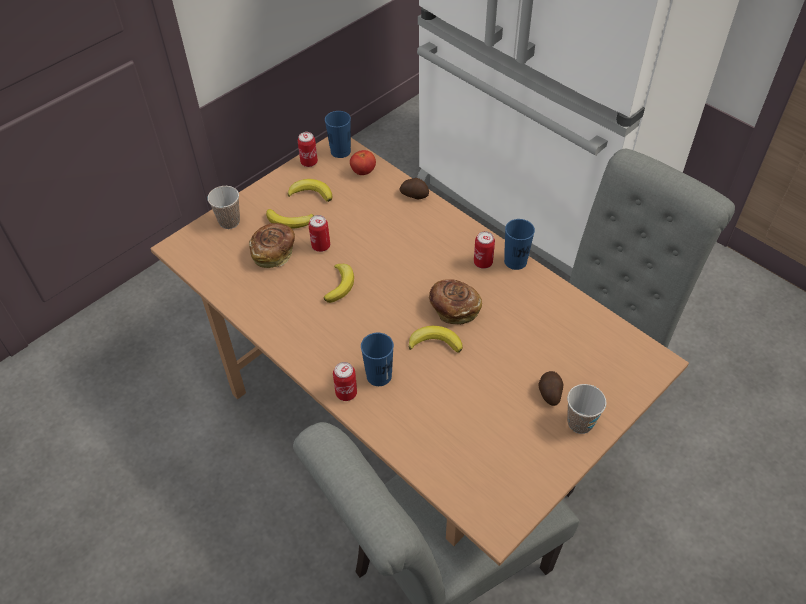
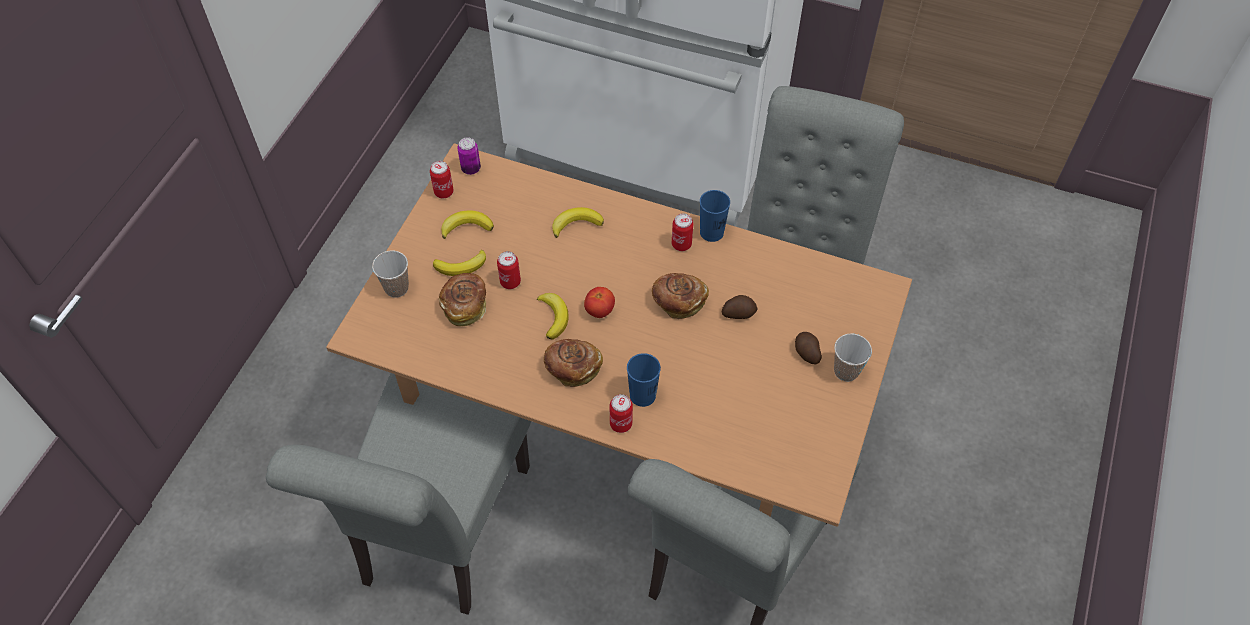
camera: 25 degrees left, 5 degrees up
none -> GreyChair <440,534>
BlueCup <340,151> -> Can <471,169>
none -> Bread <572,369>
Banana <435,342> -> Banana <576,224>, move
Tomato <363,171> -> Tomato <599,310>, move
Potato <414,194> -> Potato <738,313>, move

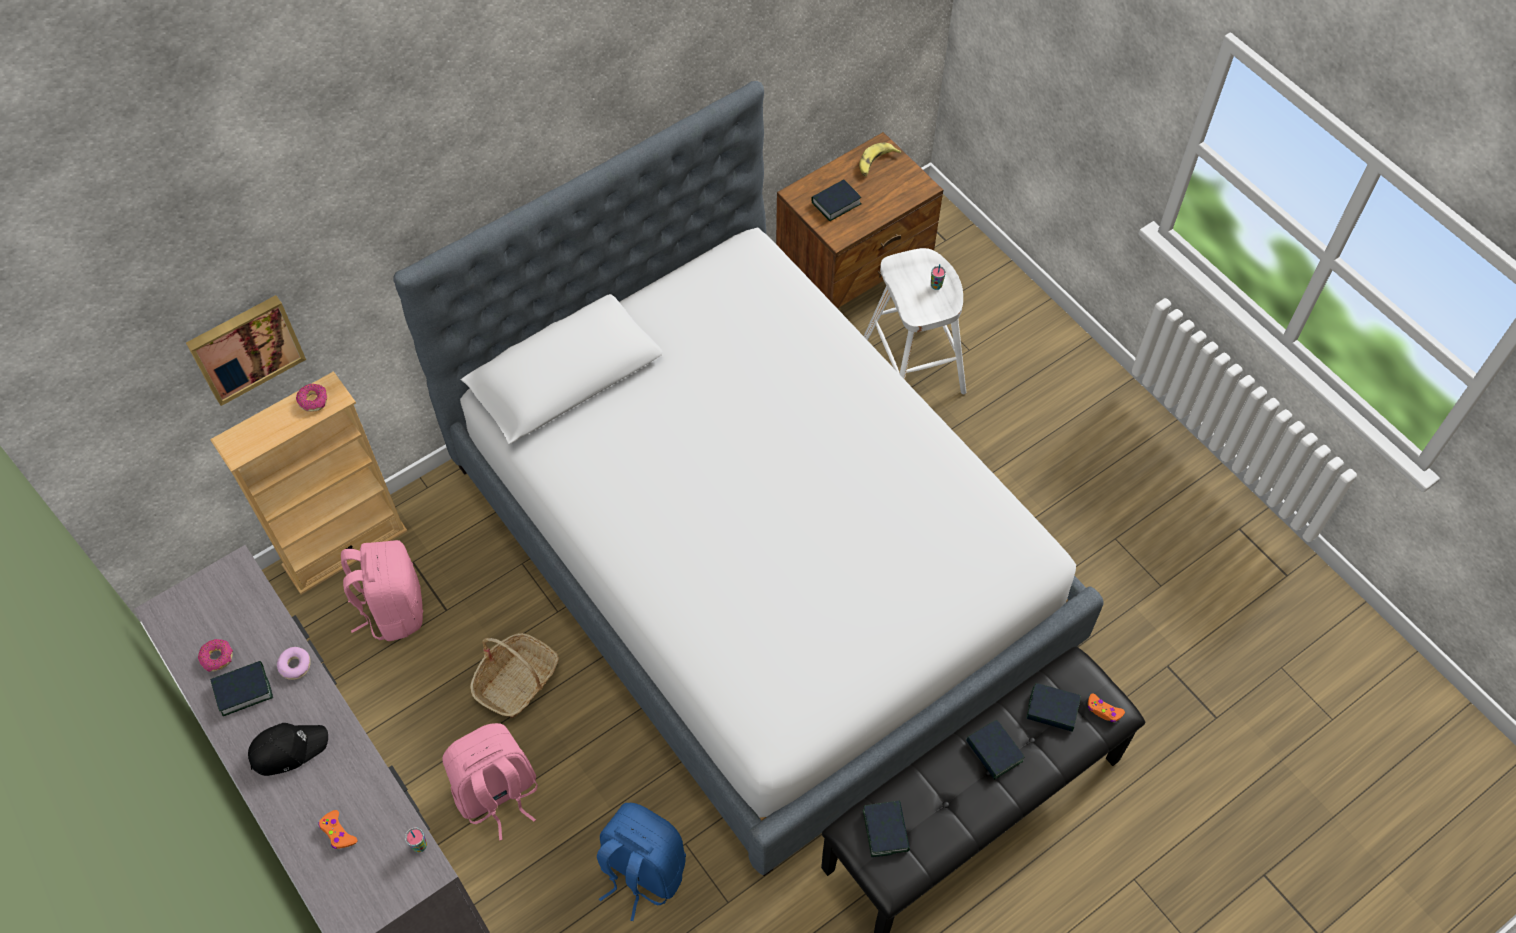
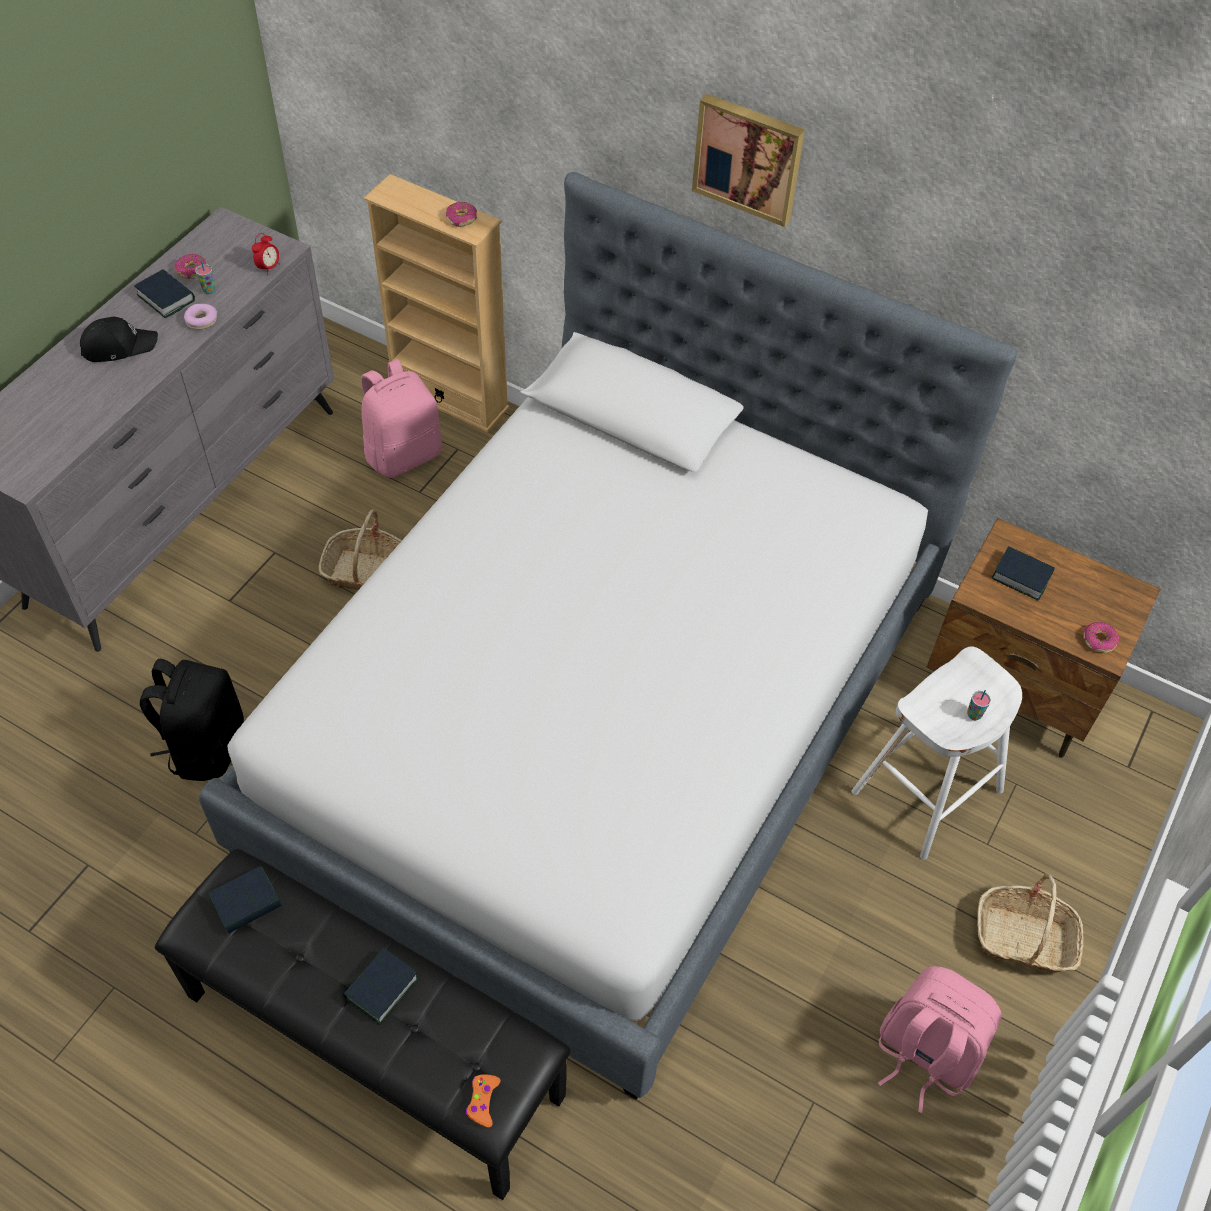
camera: 65 degrees right, 5 degrees down
BlackCap <288,749> -> BlackCap <118,346>, 60 degrees counterclockwise
BlueBackpack <641,871> -> BlackBackpack <206,746>
Cup <420,845> -> Cup <209,290>, move
none -> AlarmClock <268,267>
Picture <245,347> -> Picture <749,157>, move
PinkBackpack <497,794> -> PinkBackpack <924,1054>, move
none -> Basket <1024,938>
none -> Donut <1098,640>
OrangeGameController <338,833> -> none
Banana <876,163> -> none
Book <1052,710> -> none

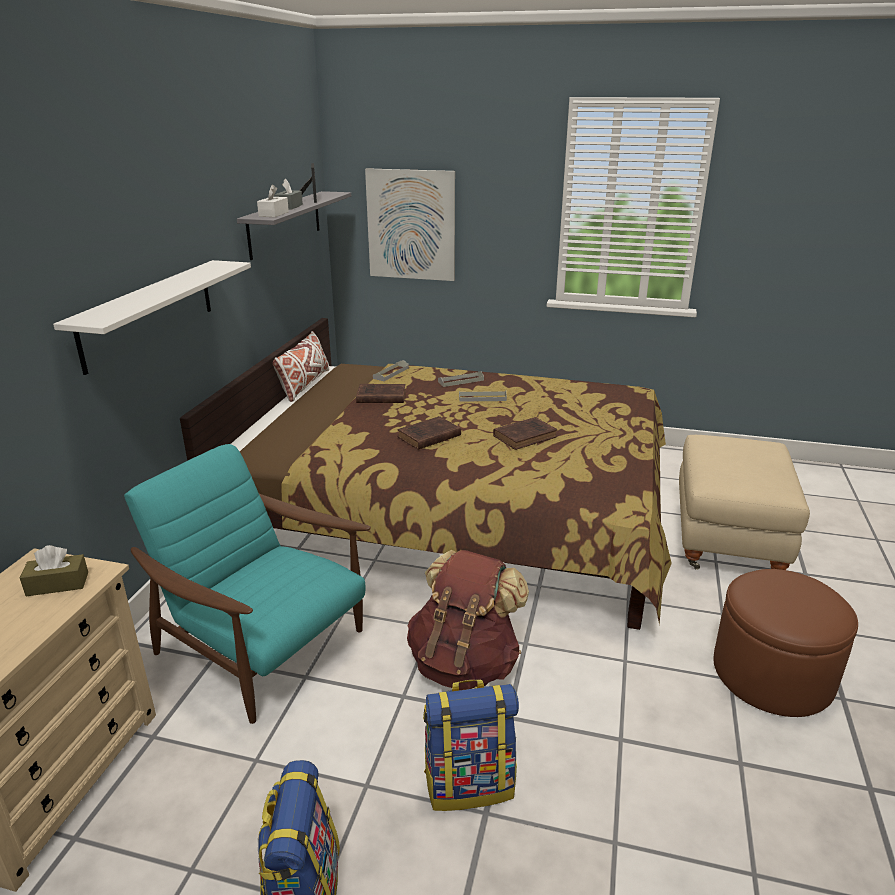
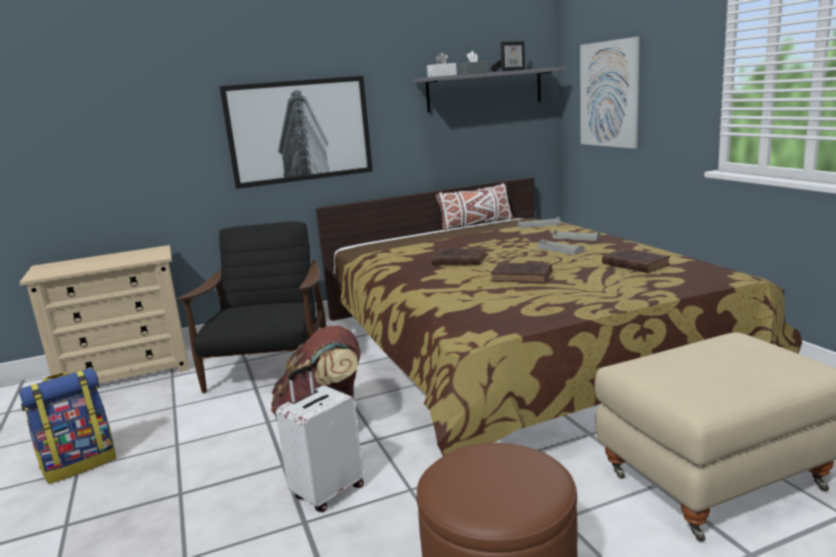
camera: 55 degrees right, 10 degrees down
TurquoiseArmchair <264,646> -> BlackArmchair <270,366>
WhiteShelf <149,313> -> Picture <300,131>
none -> WhiteSuitcase <327,492>
BrownBook <380,397> -> BrownBook <634,264>, move
BrownTissueBox <57,584> -> none
Backpack <469,783> -> none

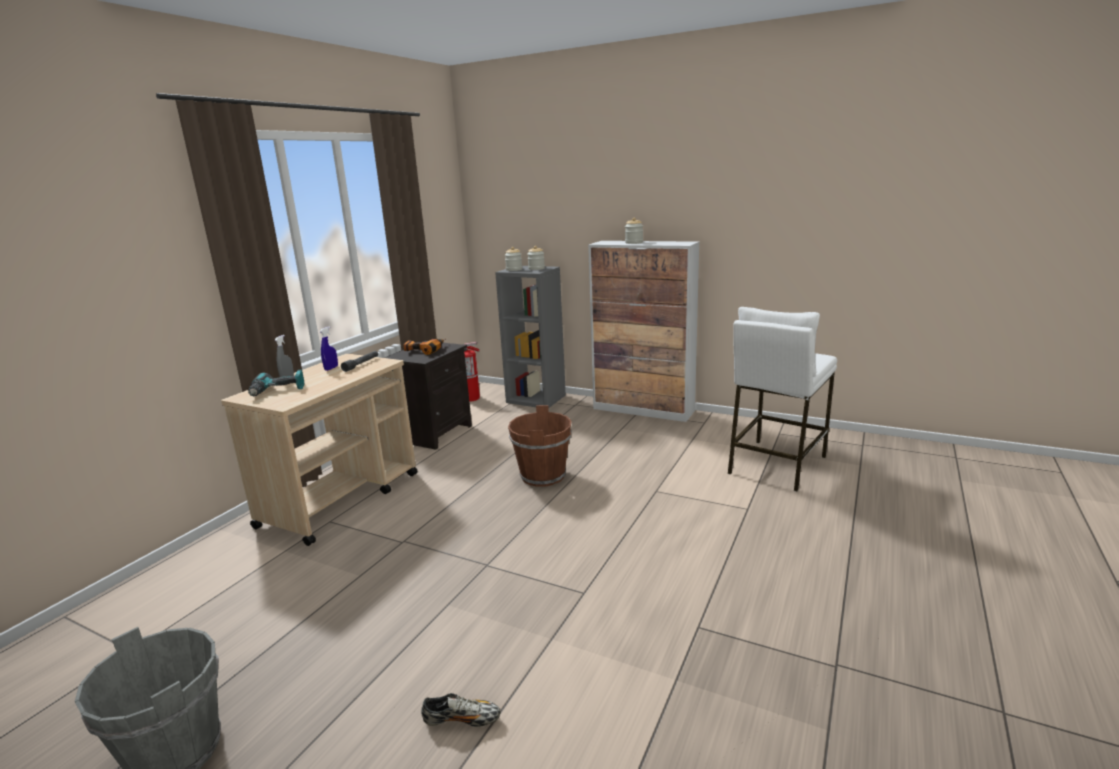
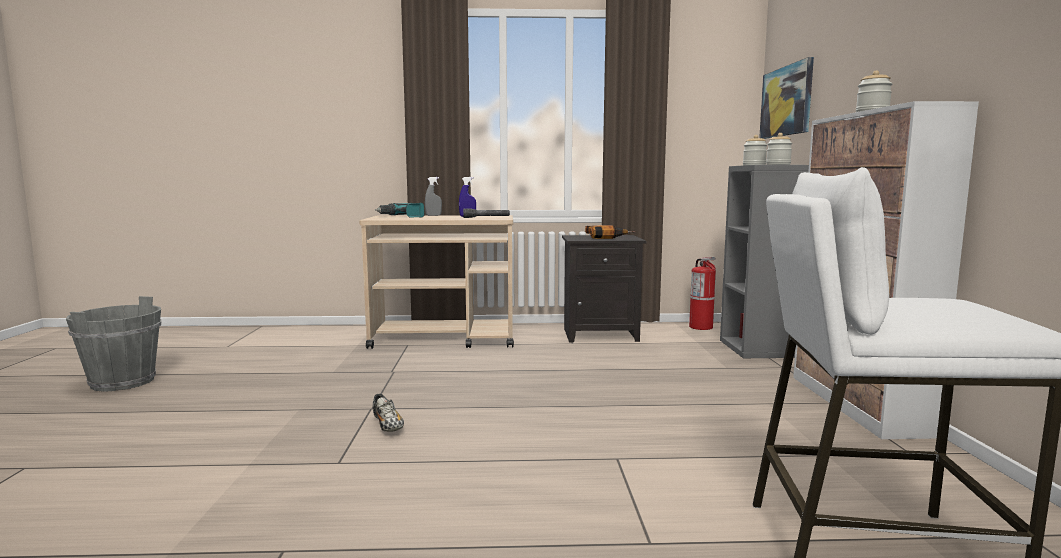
camera: 60 degrees right, 10 degrees down
Shoe <462,720> -> Shoe <388,426>, move
none -> Picture <786,101>
BrownBucket <543,476> -> none

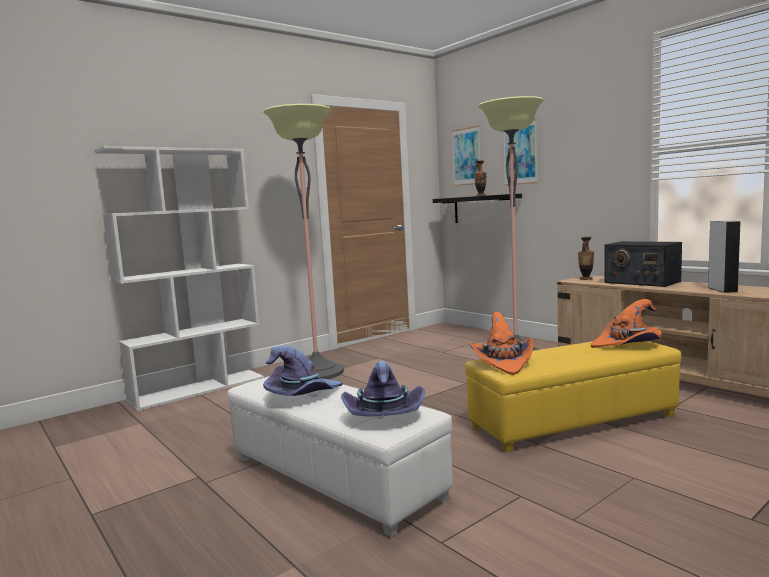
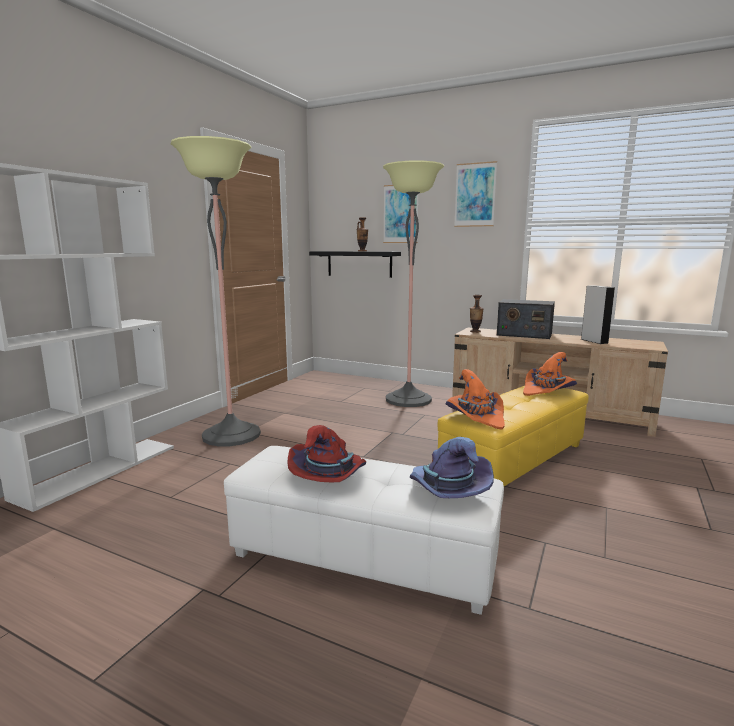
camera: 25 degrees left, 5 degrees up
PurpleHat <302,395> -> RedHat <329,476>
Picture <466,156> -> Picture <475,195>, move

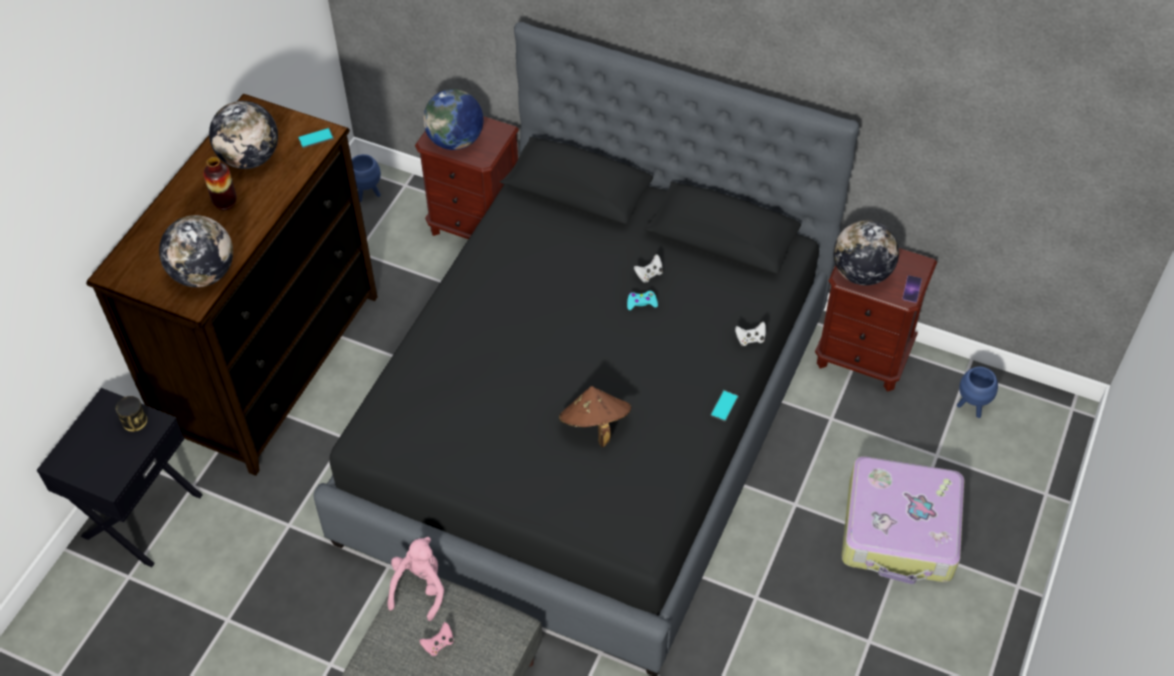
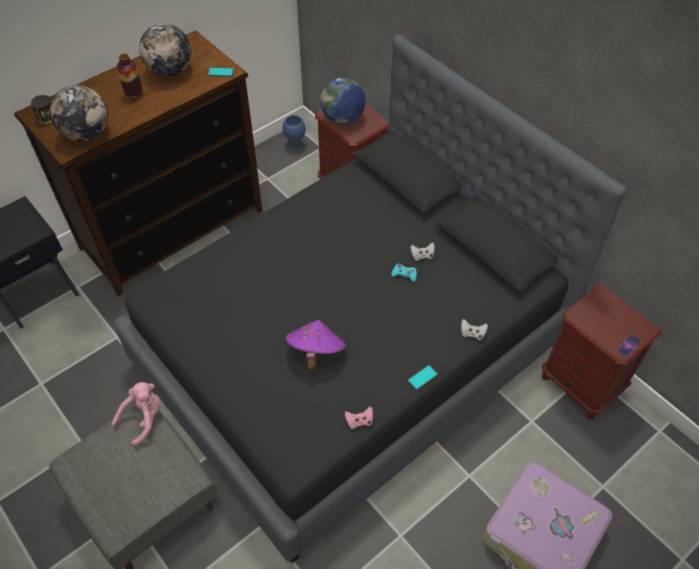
camera: 25 degrees right, 0 degrees up
Can <135,421> -> Can <47,117>, move
BrownHat <595,426> -> PurpleHat <315,352>
PinkGameController <438,644> -> PinkGameController <359,421>, move
Globe <861,273> -> none
BluePlanter <971,407> -> none

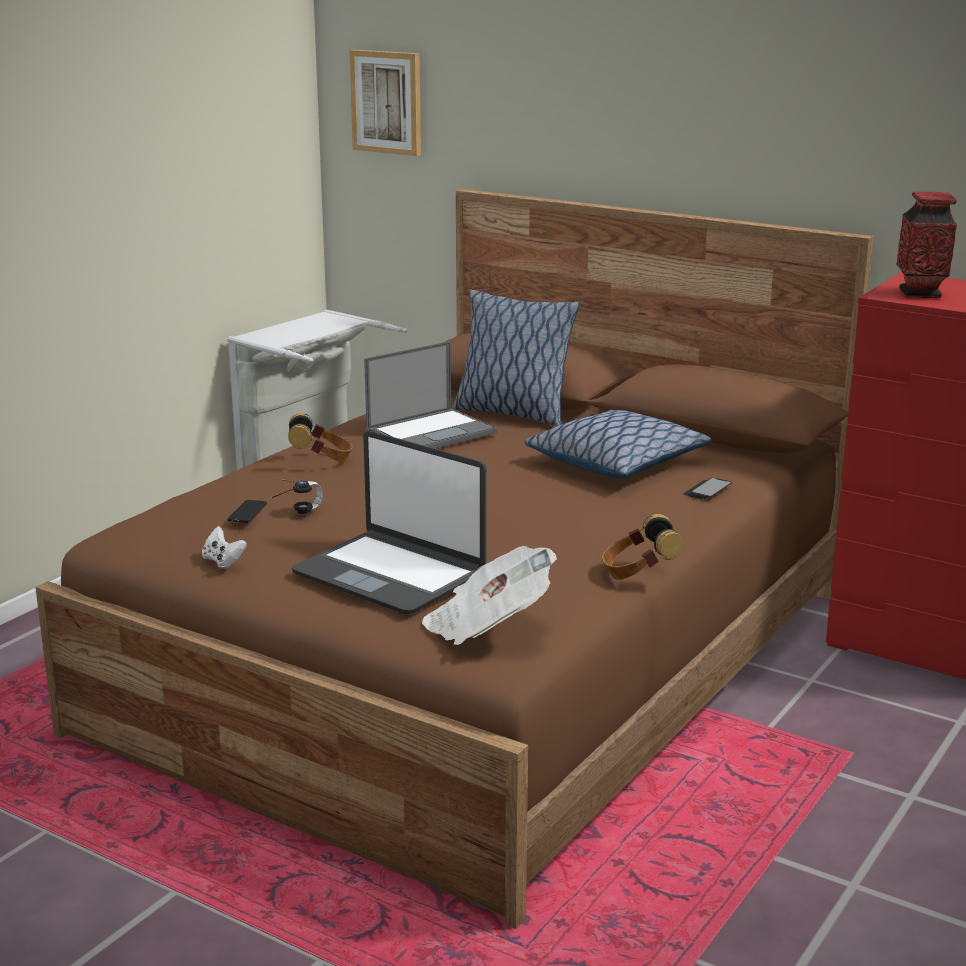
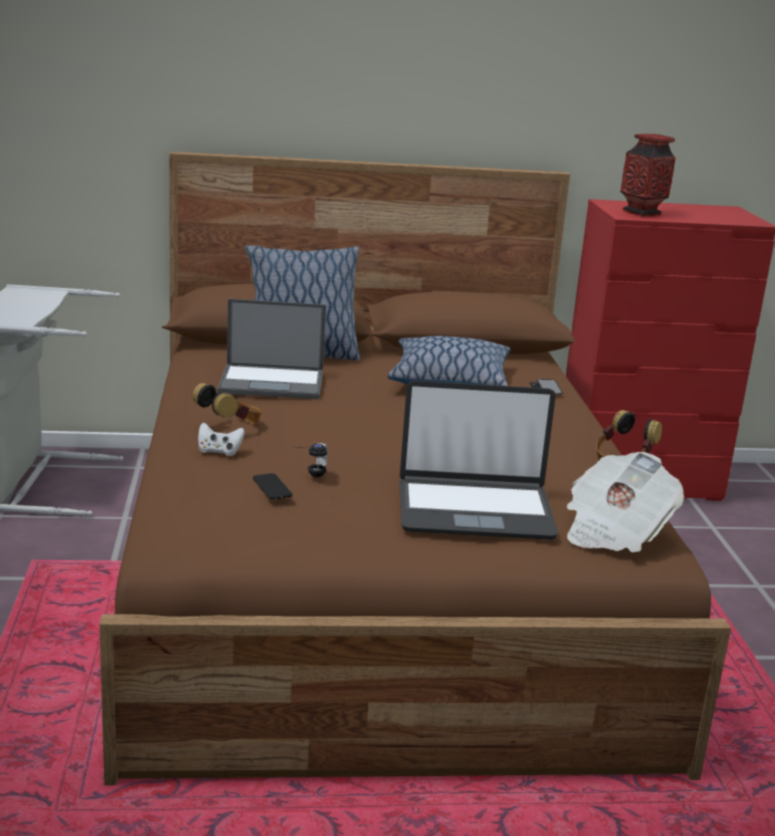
camera: 40 degrees left, 0 degrees up
WhiteGameController <223,562> -> WhiteGameController <219,452>, move
Laptop <432,432> -> Laptop <273,382>, 75 degrees clockwise
Picture <387,102> -> none

